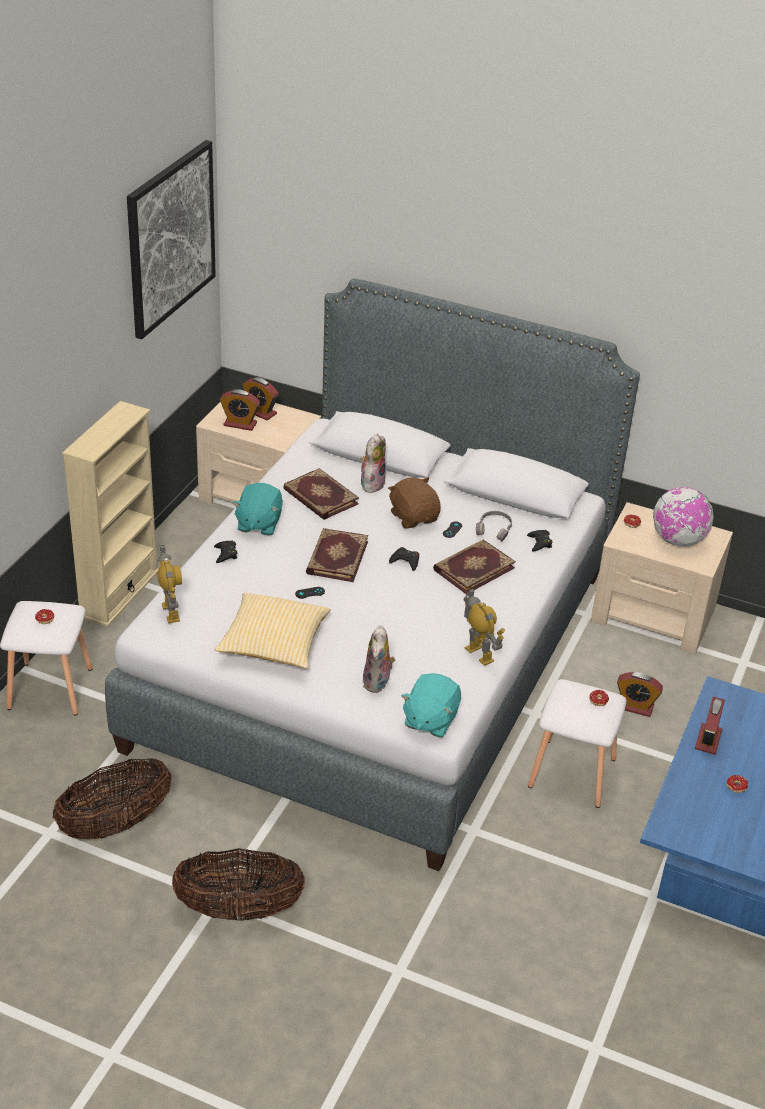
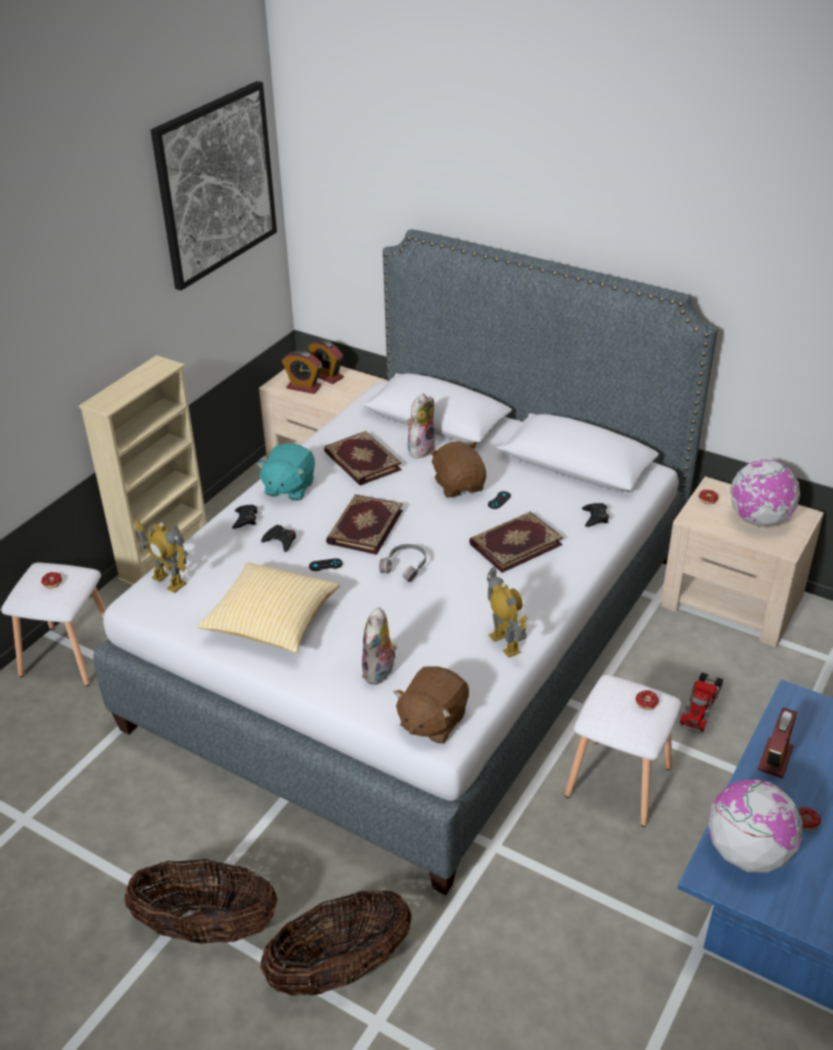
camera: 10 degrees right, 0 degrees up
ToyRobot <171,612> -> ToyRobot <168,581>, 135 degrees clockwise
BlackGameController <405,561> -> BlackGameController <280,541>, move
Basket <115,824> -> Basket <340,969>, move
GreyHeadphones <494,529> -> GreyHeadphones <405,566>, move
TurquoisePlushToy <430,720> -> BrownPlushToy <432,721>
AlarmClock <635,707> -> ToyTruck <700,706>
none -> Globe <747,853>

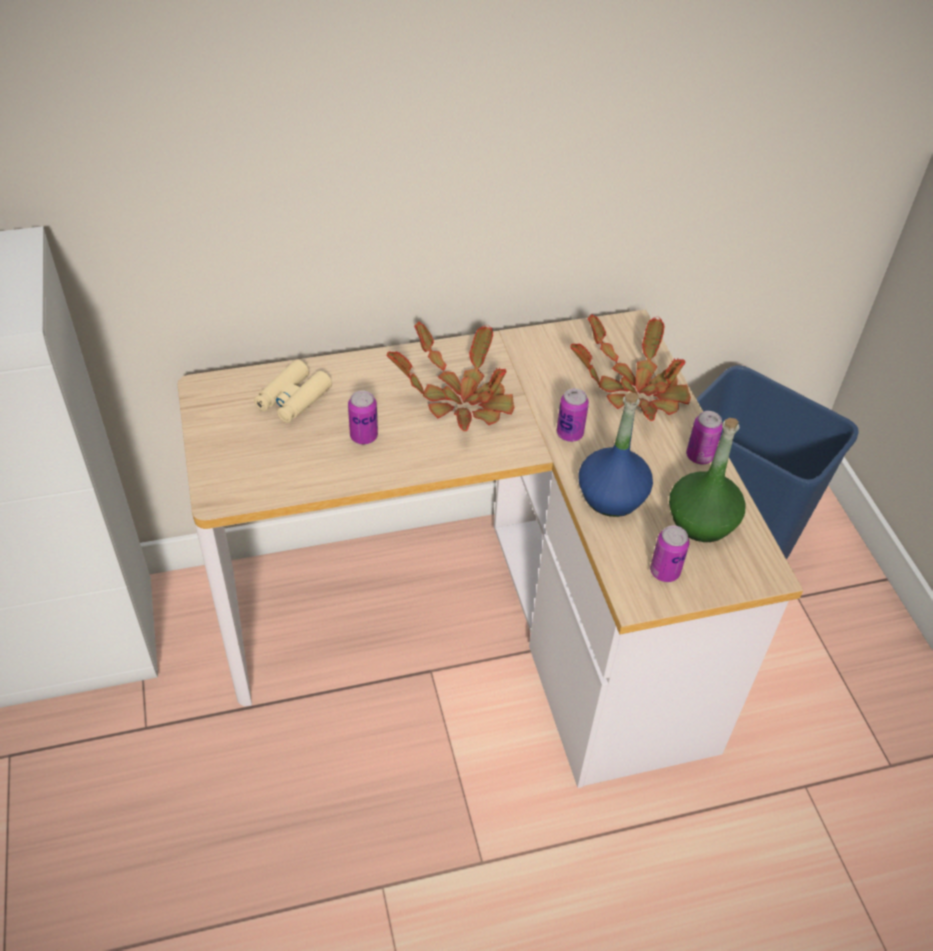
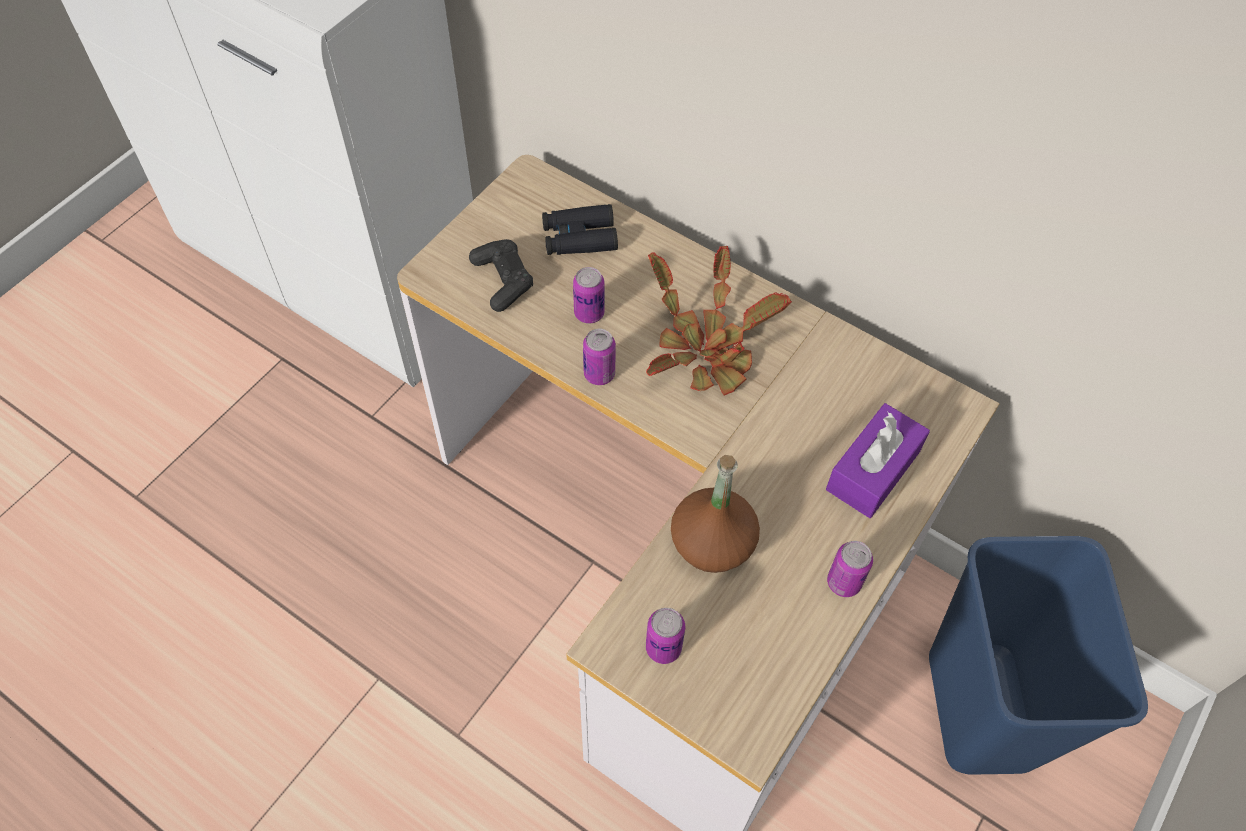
camera: 50 degrees right, 10 degrees up
none -> BlackGameController <503,280>
BeigeBinoculars <293,399> -> BlackBinoculars <579,237>
Can <569,433> -> Can <599,374>, move
BlueBottle <611,496> -> BrownBottle <712,542>
PottedPlant <636,390> -> PurpleTissueBox <873,470>
GreenBottle <701,521> -> none

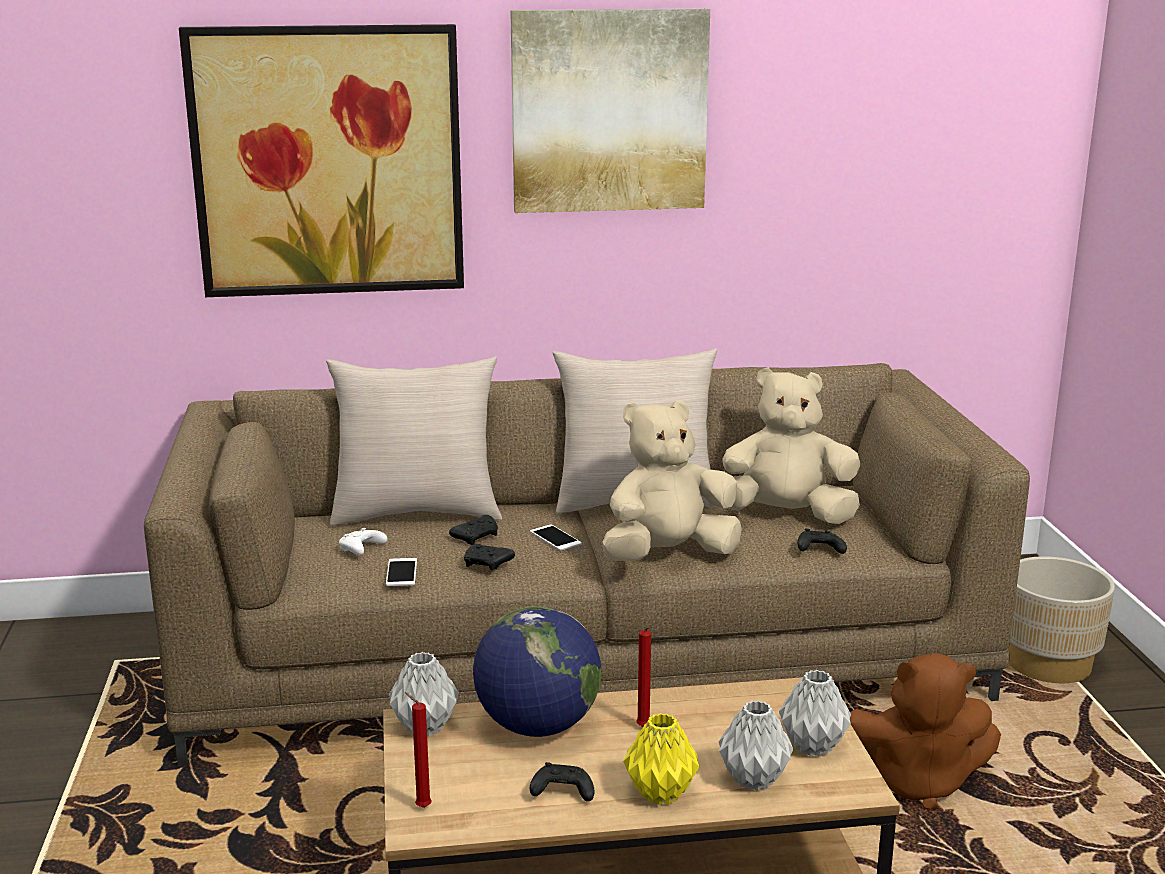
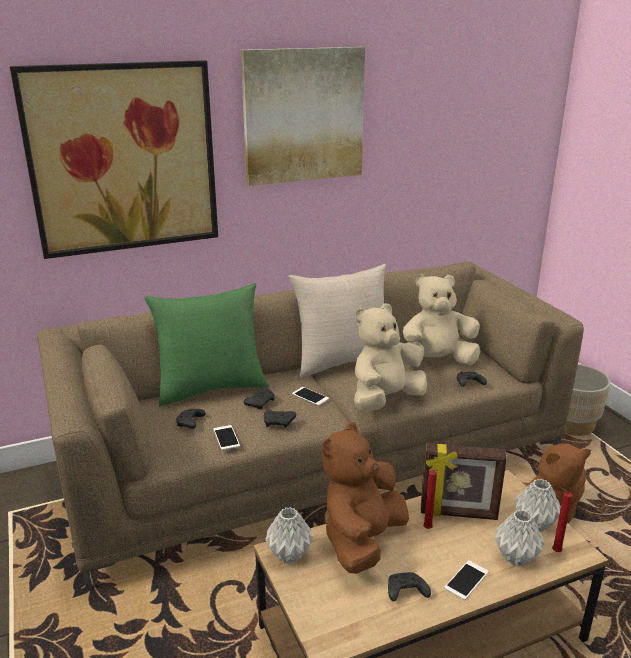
camera: 15 degrees left, 5 degrees up
BeigePillow <417,512> -> GreenPillow <211,388>
WhiteGameController <361,550> -> BlackGameController <190,423>
Globe <537,726> -> BrownPlushToy <362,540>
none -> PictureFrame <458,514>
YellowVase <659,793> -> Phone <466,580>
RedCandle <421,807> -> RedCandle <554,551>, move

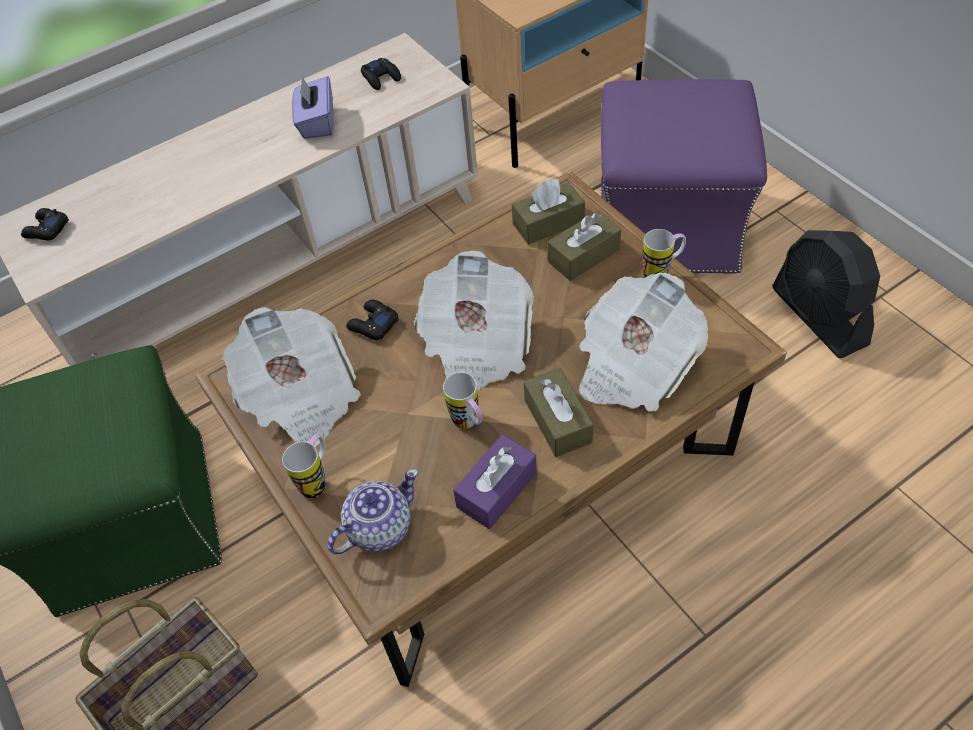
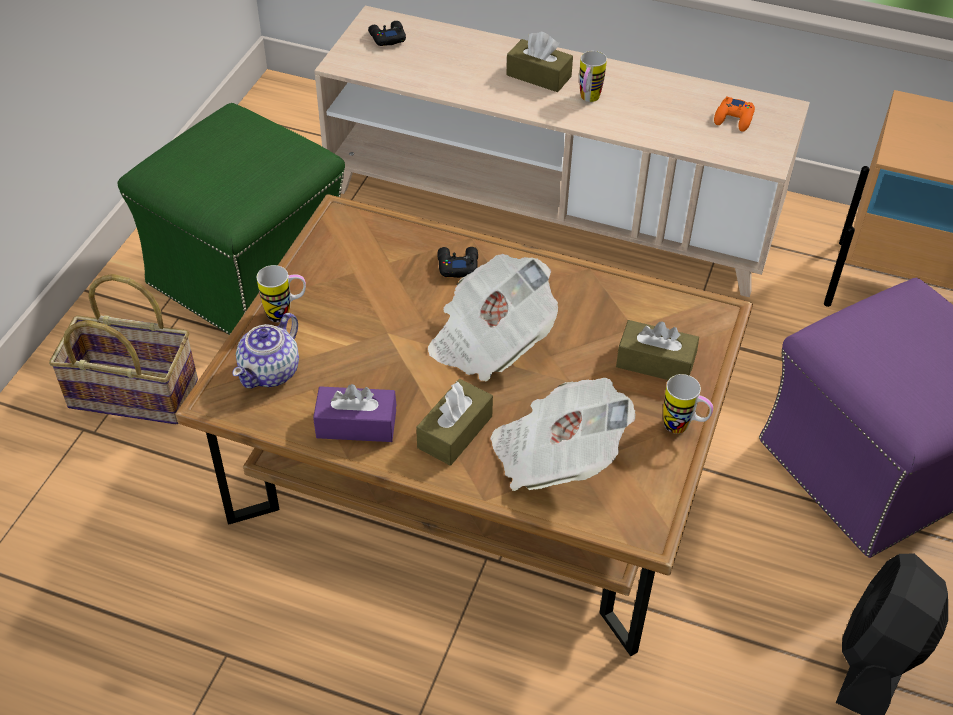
camera: 50 degrees right, 5 degrees down
Teapot <379,528> -> Teapot <271,371>, 105 degrees clockwise
BrownTissueBox <548,223> -> BrownTissueBox <538,76>, move
Mug <469,424> -> Mug <588,100>, move
BlackGameController <381,78> -> OrangeGameController <734,119>
Newspaper <300,396> -> none
PurpleTissueBox <317,123> -> none

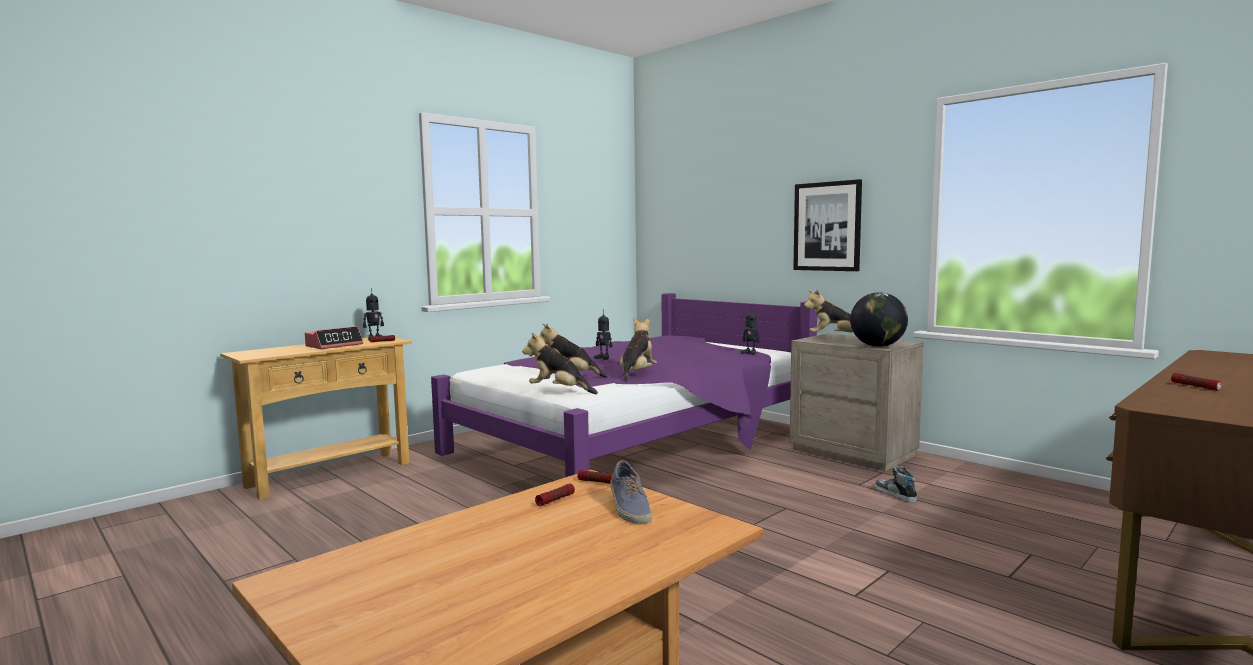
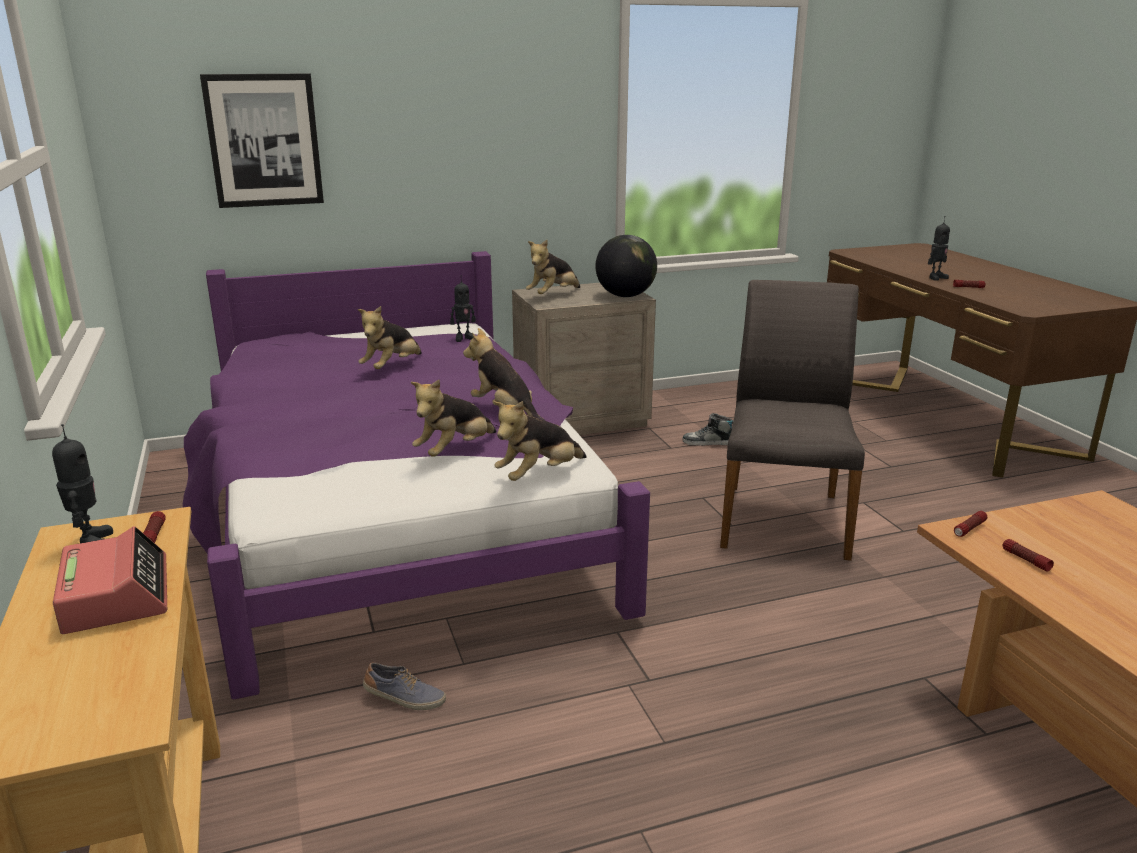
camera: 65 degrees left, 15 degrees up
Picture <827,226> -> Picture <264,140>, move
none -> PlushToy <392,367>
Shoe <629,508> -> Shoe <404,699>, move
none -> GreyChair <783,519>
ToyRobot <603,358> -> ToyRobot <935,278>, move

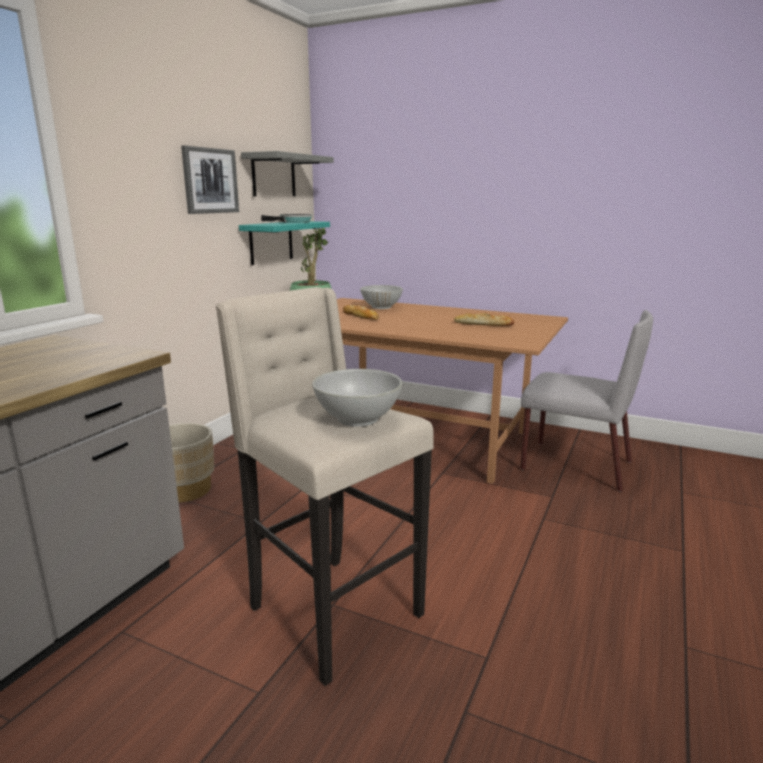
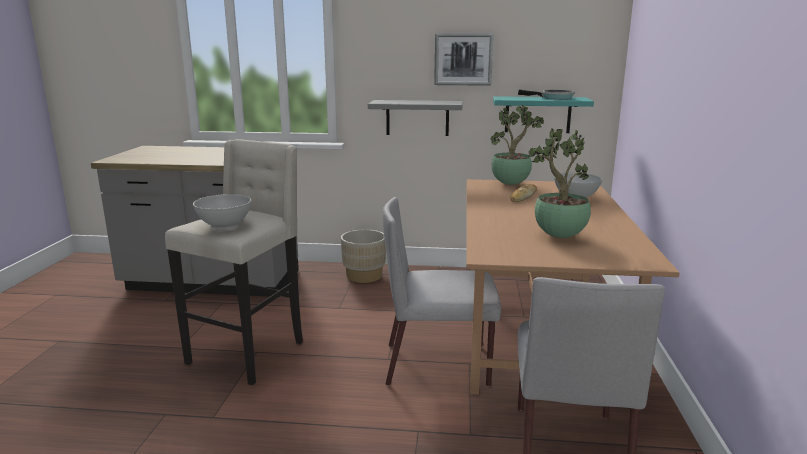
camera: 70 degrees right, 0 degrees up
GreyShelf <273,176> -> GreyShelf <417,118>, move
none -> GreyChair <439,364>
Bread <483,324> -> PottedPlant <558,236>

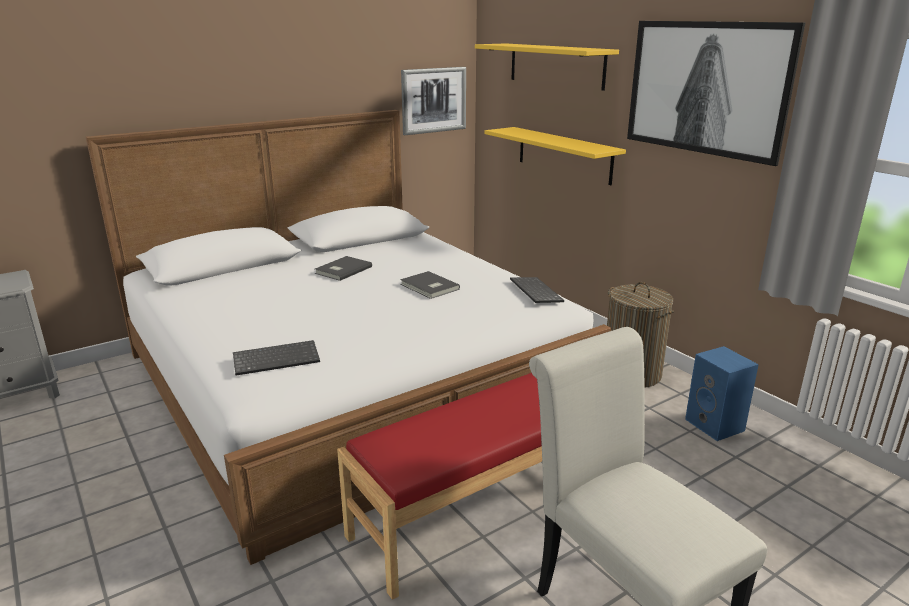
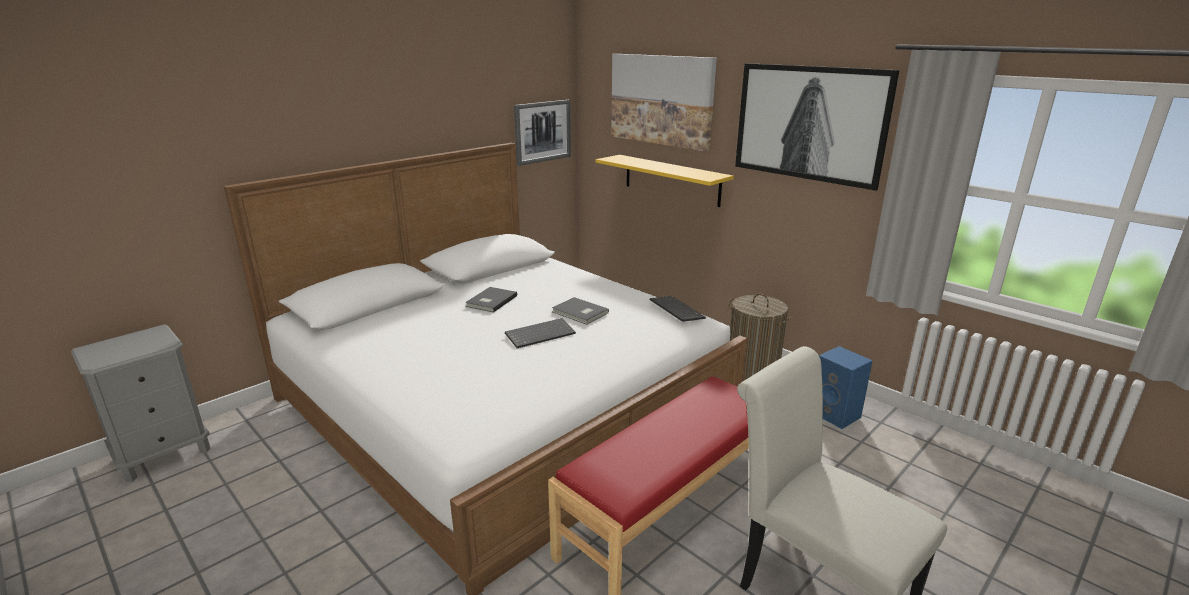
camera: 10 degrees left, 0 degrees up
Keyboard <277,359> -> Keyboard <540,334>, move
YellowShelf <556,65> -> Picture <661,100>

